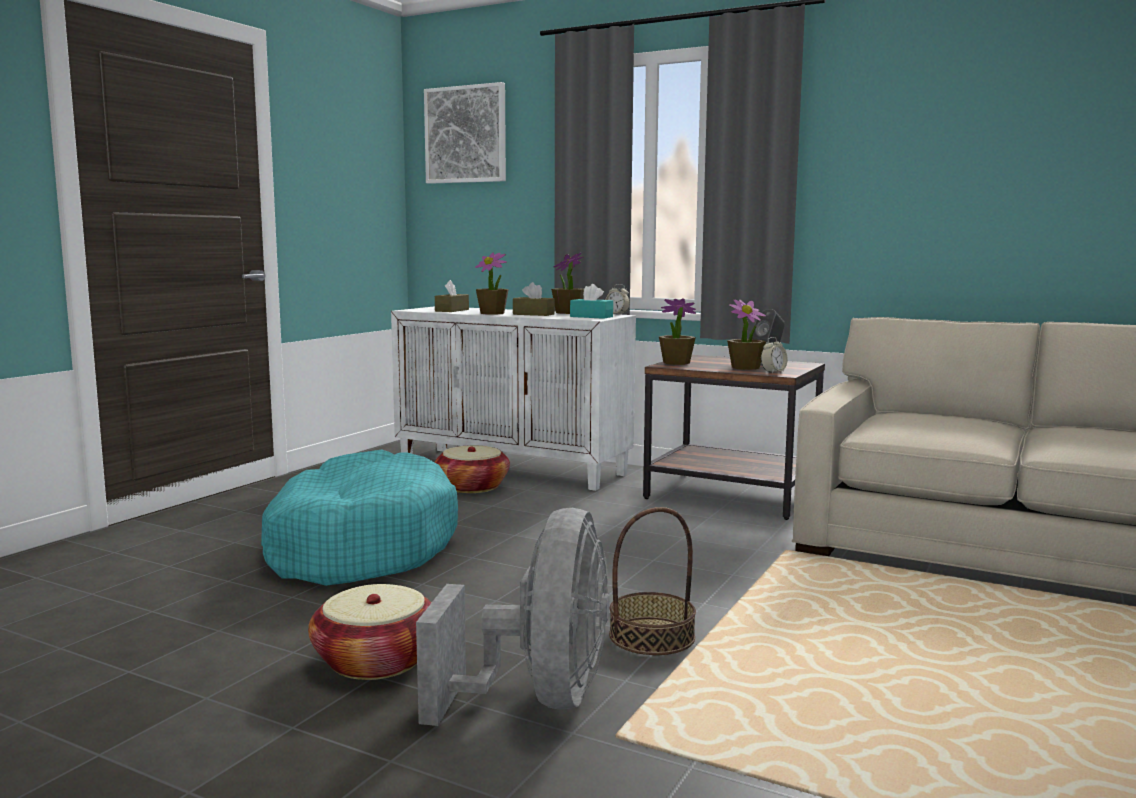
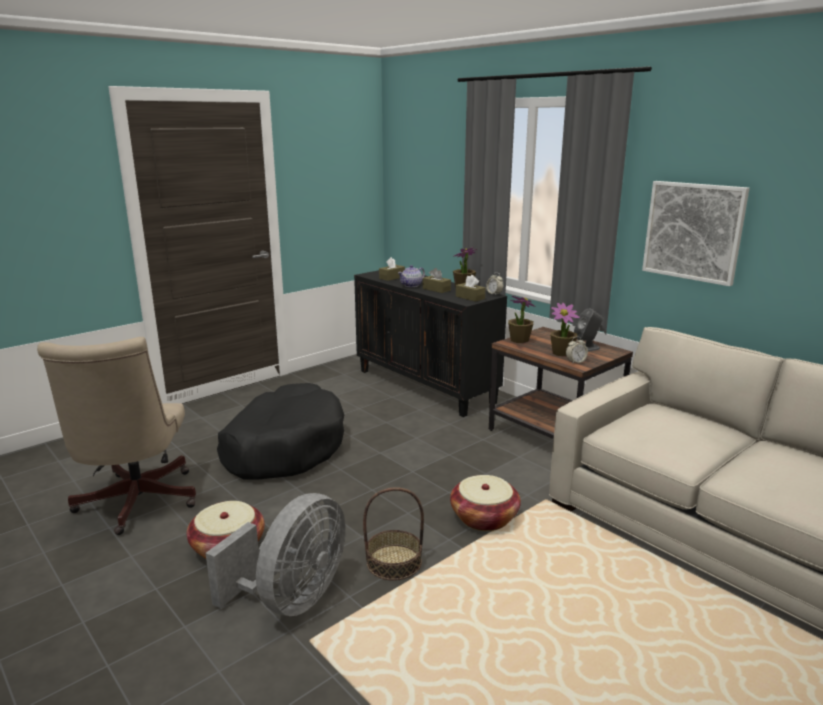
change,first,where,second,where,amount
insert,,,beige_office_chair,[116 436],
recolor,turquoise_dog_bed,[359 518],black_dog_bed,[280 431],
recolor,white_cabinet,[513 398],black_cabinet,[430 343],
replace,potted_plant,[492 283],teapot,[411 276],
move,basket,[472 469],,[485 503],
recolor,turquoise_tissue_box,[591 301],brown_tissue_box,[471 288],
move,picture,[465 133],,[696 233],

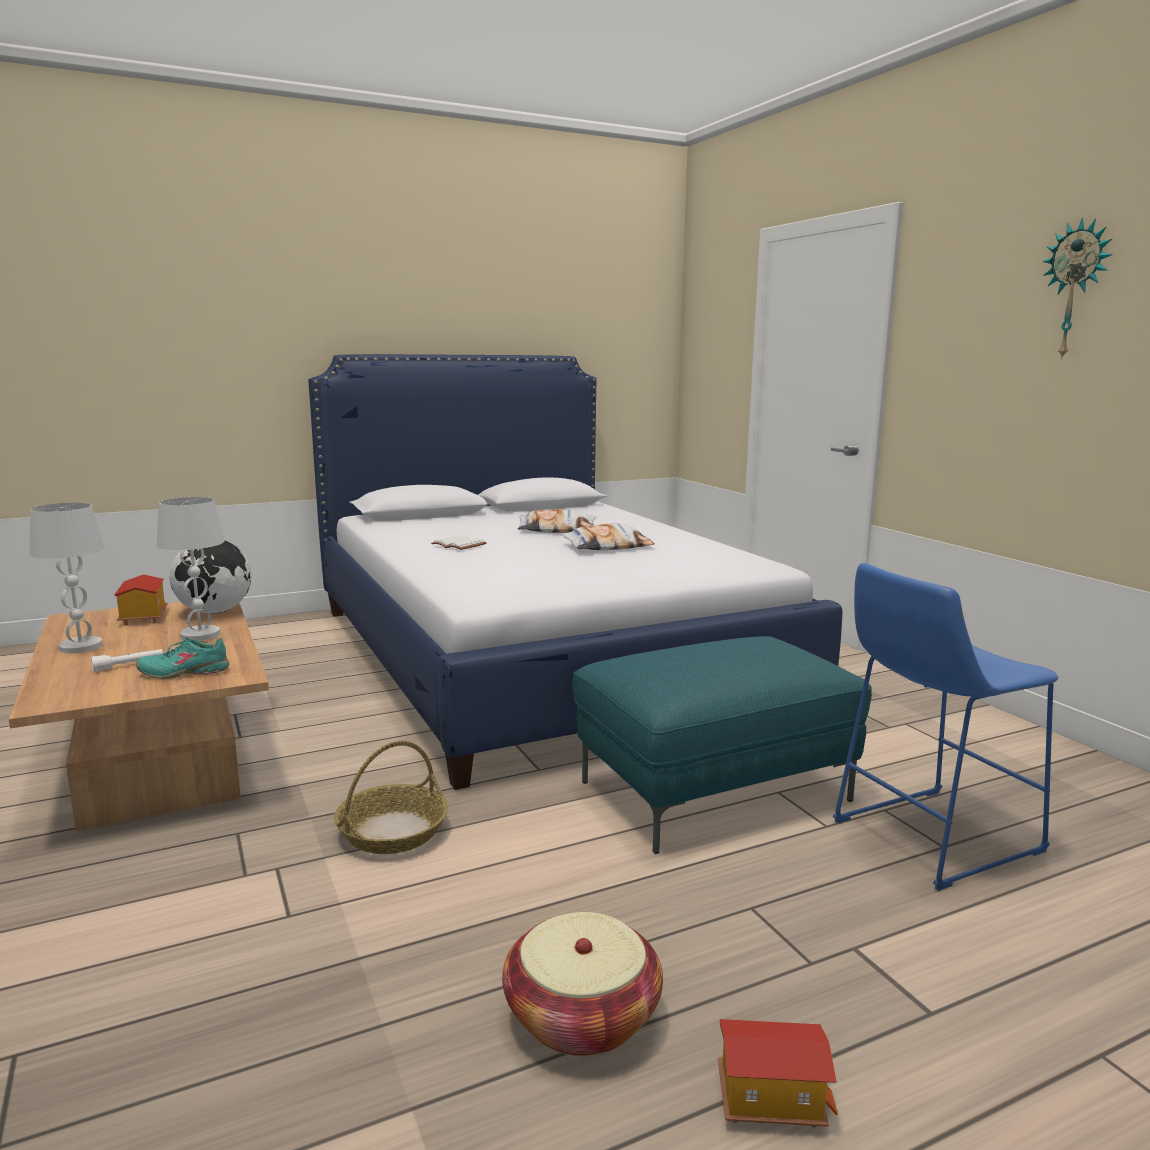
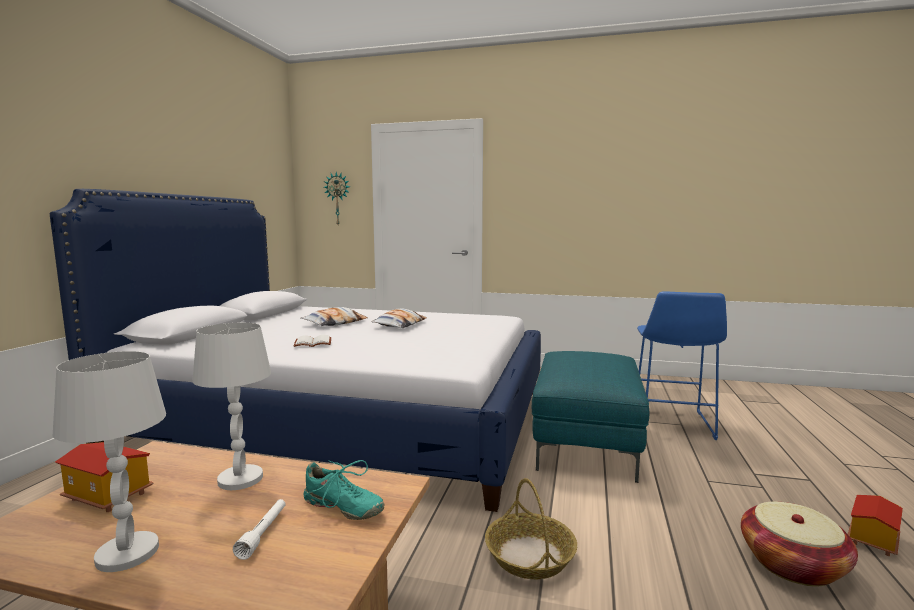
change,first,where,second,where,amount
rotate,turquoise_shoe,[183 658],,[343 490],90 degrees counterclockwise
move,wall_clock,[1077 288],,[337 198],
delete,globe,[210 577],,,

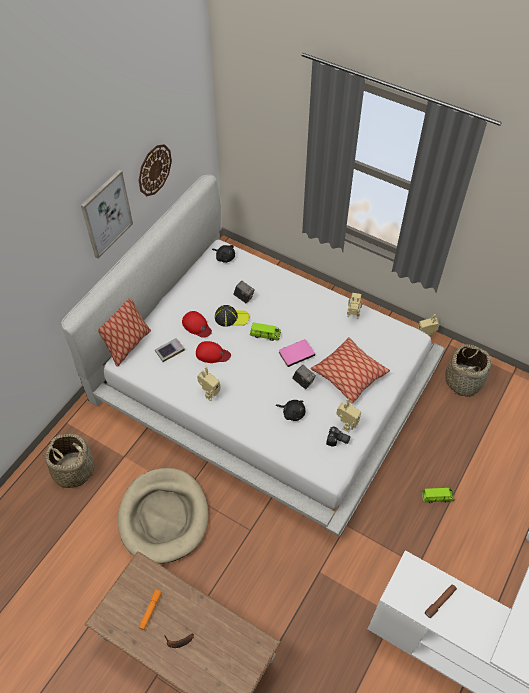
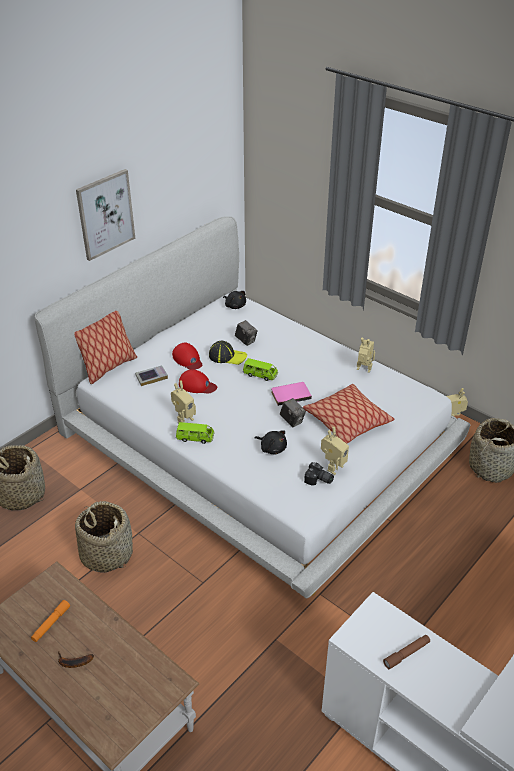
change,first,where,second,where,amount
replace,beige_dog_bed,[163 516],basket,[104 537],
move,green_toy_car,[438 495],,[195 433],
delete,wall_clock,[155 170],,,

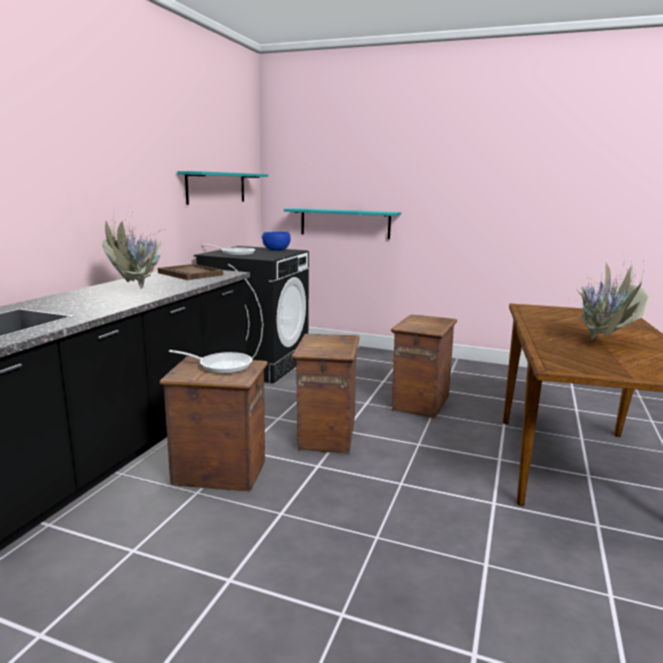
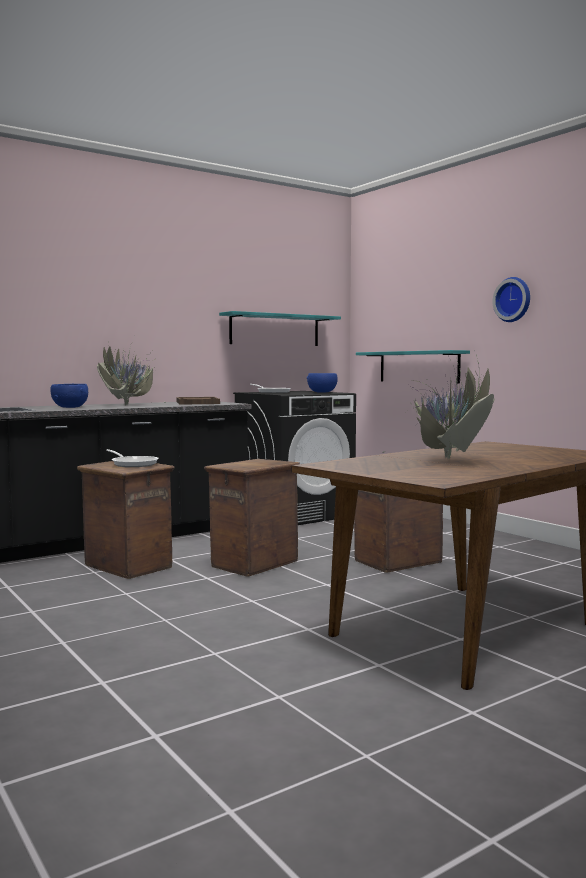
change,first,where,second,where,amount
insert,,,blue_bowl,[69 396],
insert,,,wall_clock,[511 299],

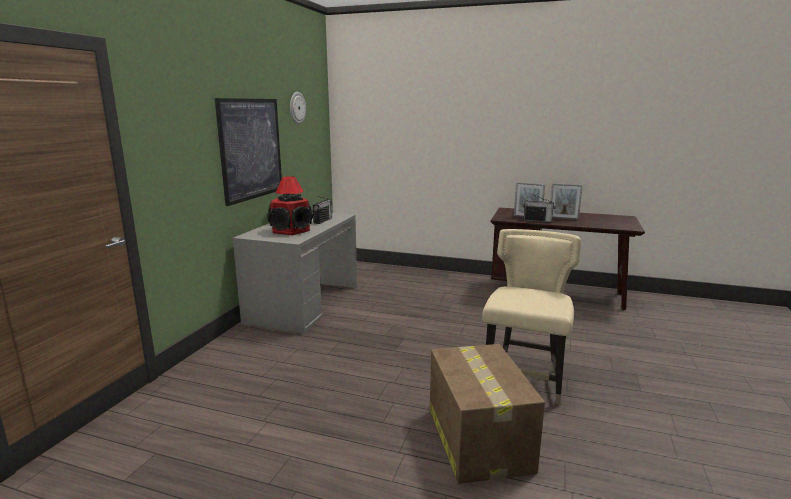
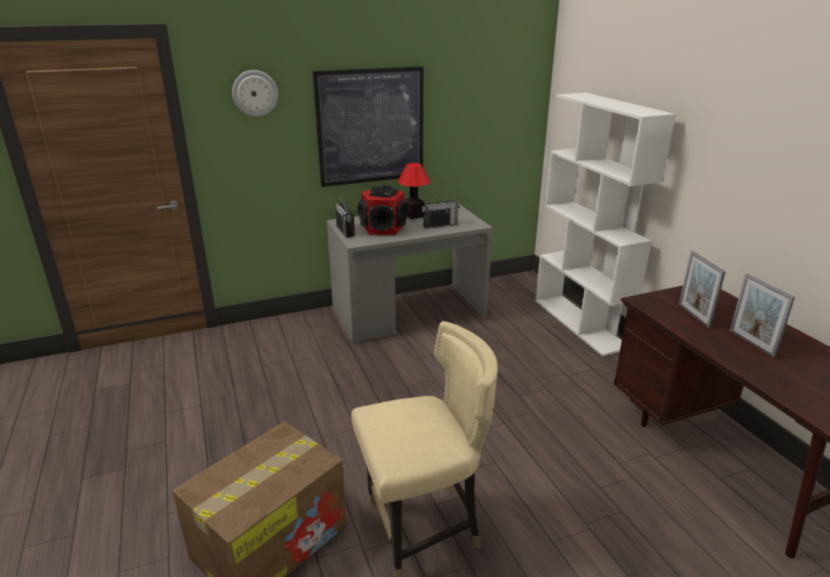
change,first,where,second,where,amount
move,wall_clock,[298 108],,[255 93],
move,radio,[539 208],,[345 216],
insert,,,white_bookcase,[605 224],

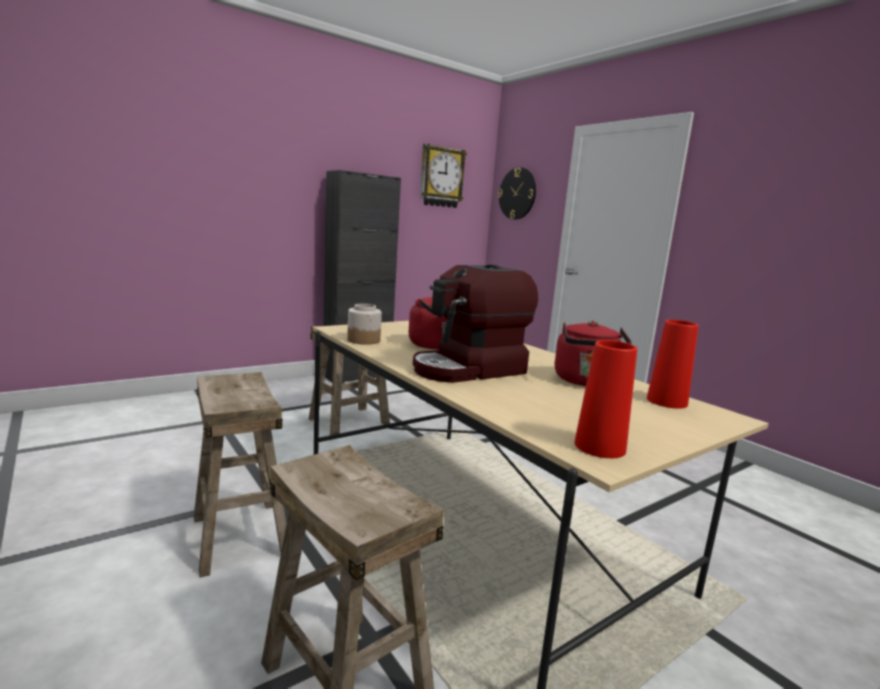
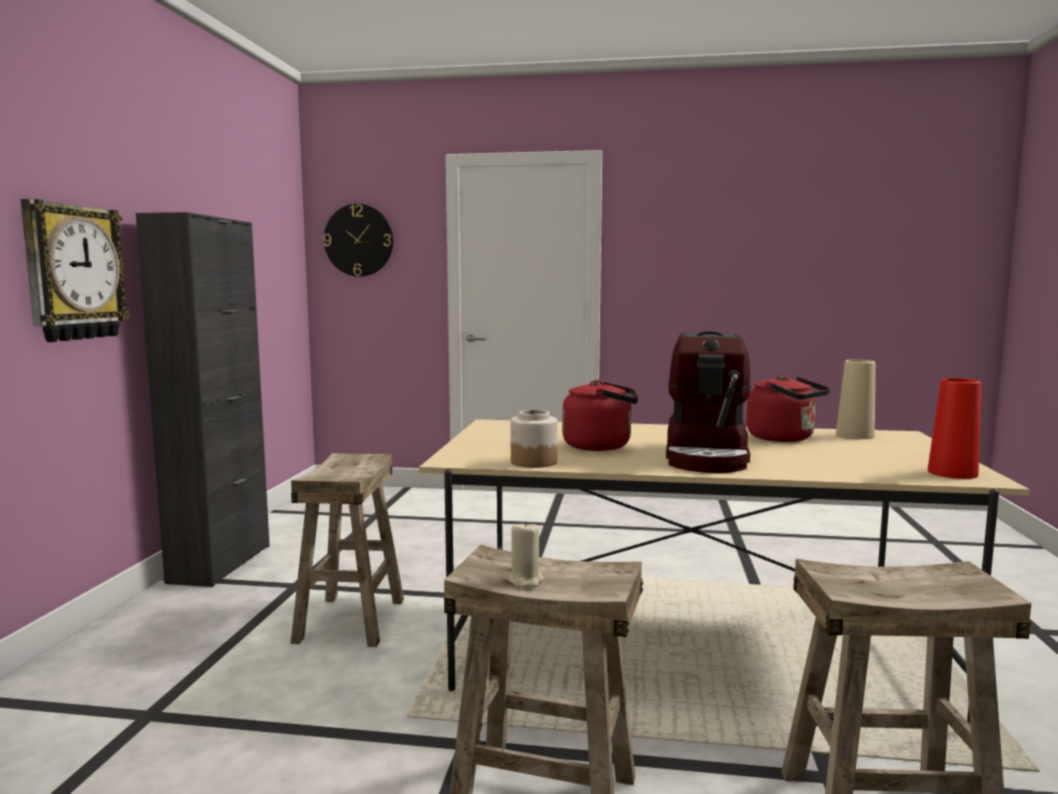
change,first,where,second,where,amount
move,wall_clock,[443 176],,[75 270],
insert,,,beige_candle,[525 554],
recolor,red_vase,[673 364],beige_vase,[855 399],

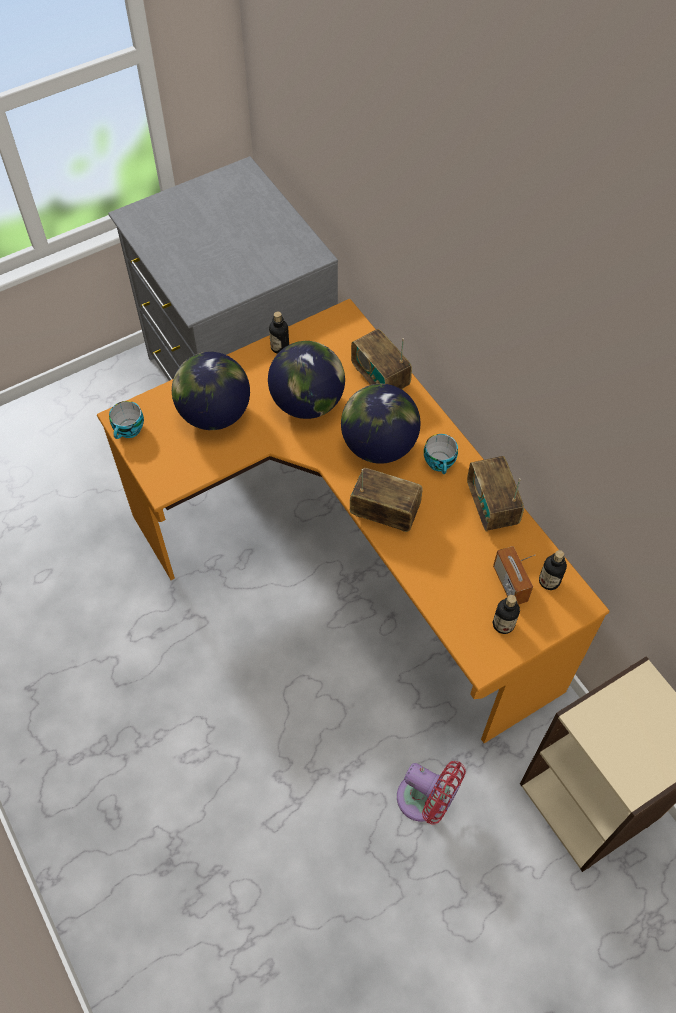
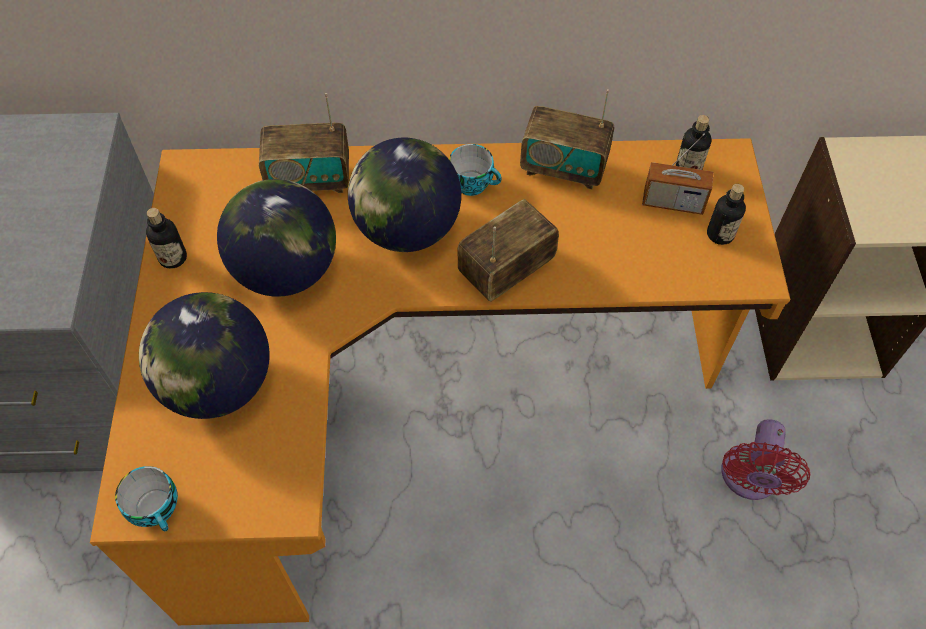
change,first,where,second,where,amount
rotate,red_fan,[431 793],,[765 459],135 degrees clockwise

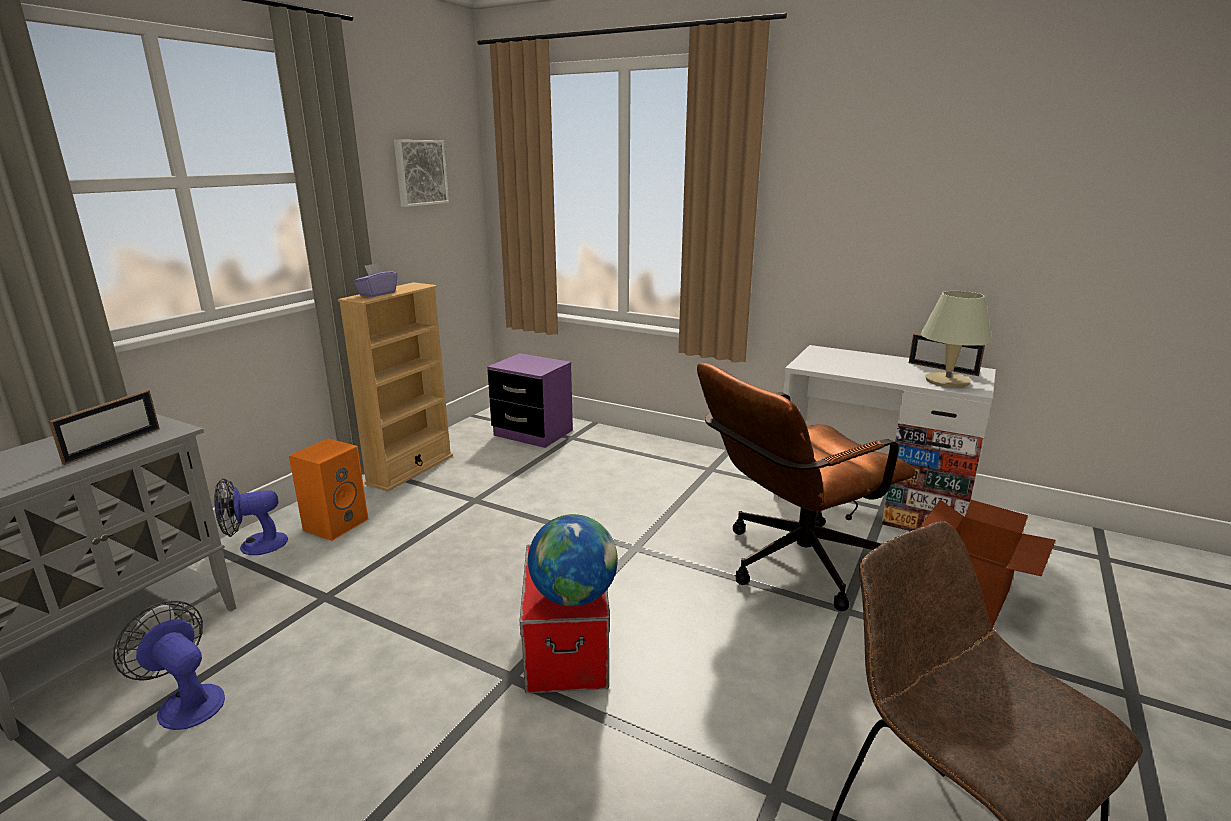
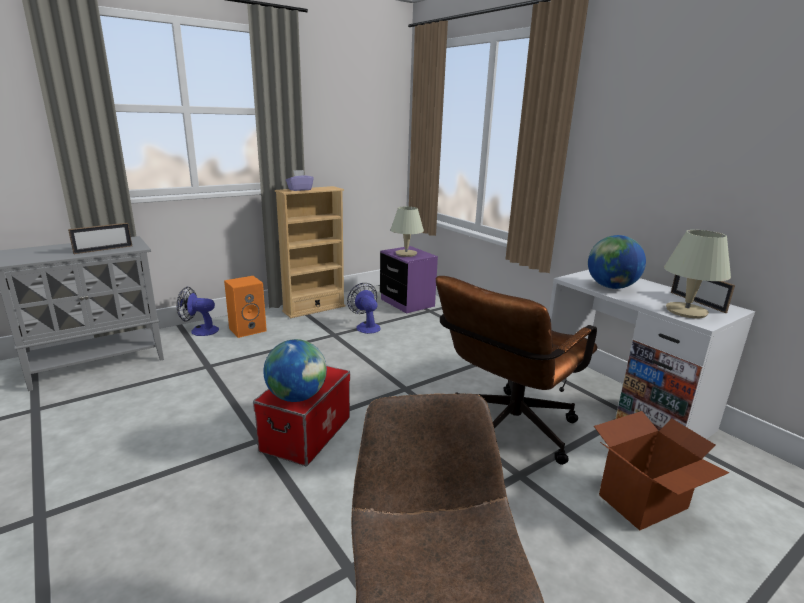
change,first,where,second,where,amount
move,fan,[169 665],,[364 308],
insert,,,beige_table_lamp,[407 231],
rotate,brown_office_chair,[806 487],,[517 370],45 degrees counterclockwise
insert,,,globe,[617 262],
delete,picture,[421 173],,,

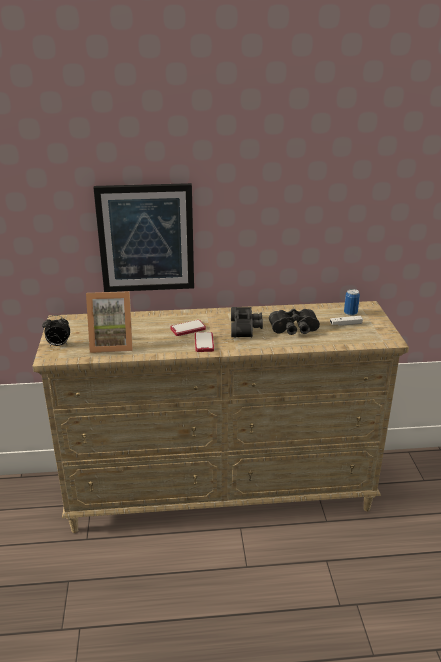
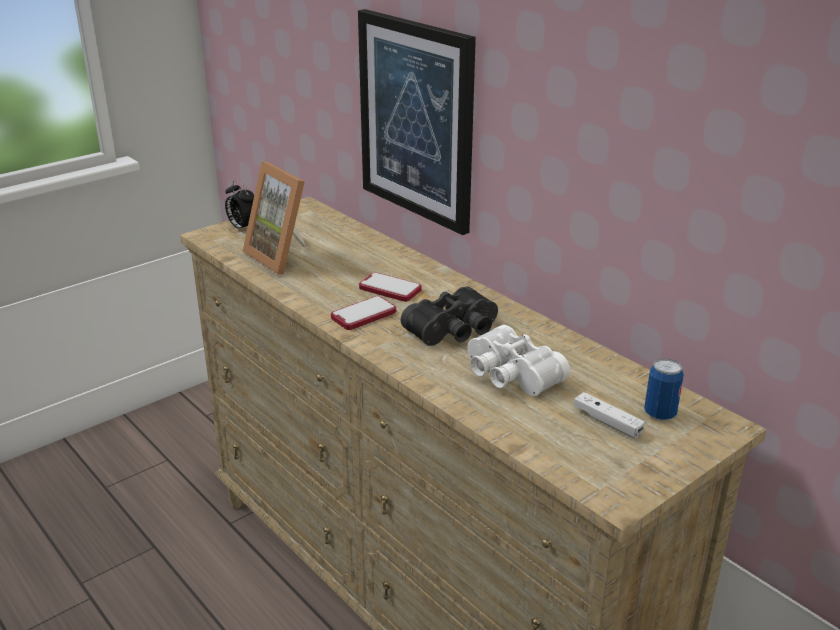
change,first,where,second,where,amount
recolor,black_binoculars,[294 322],white_binoculars,[519 360],

